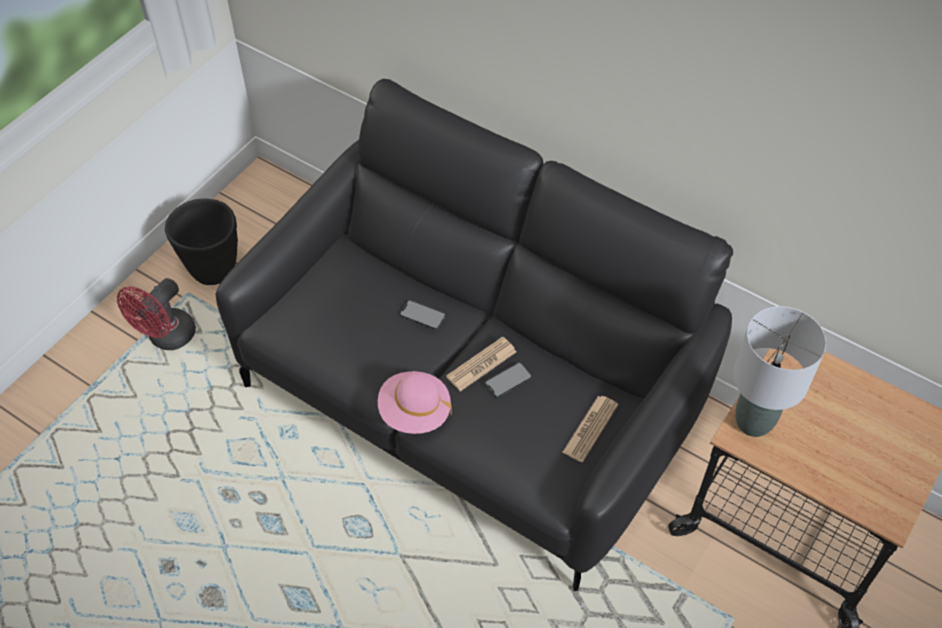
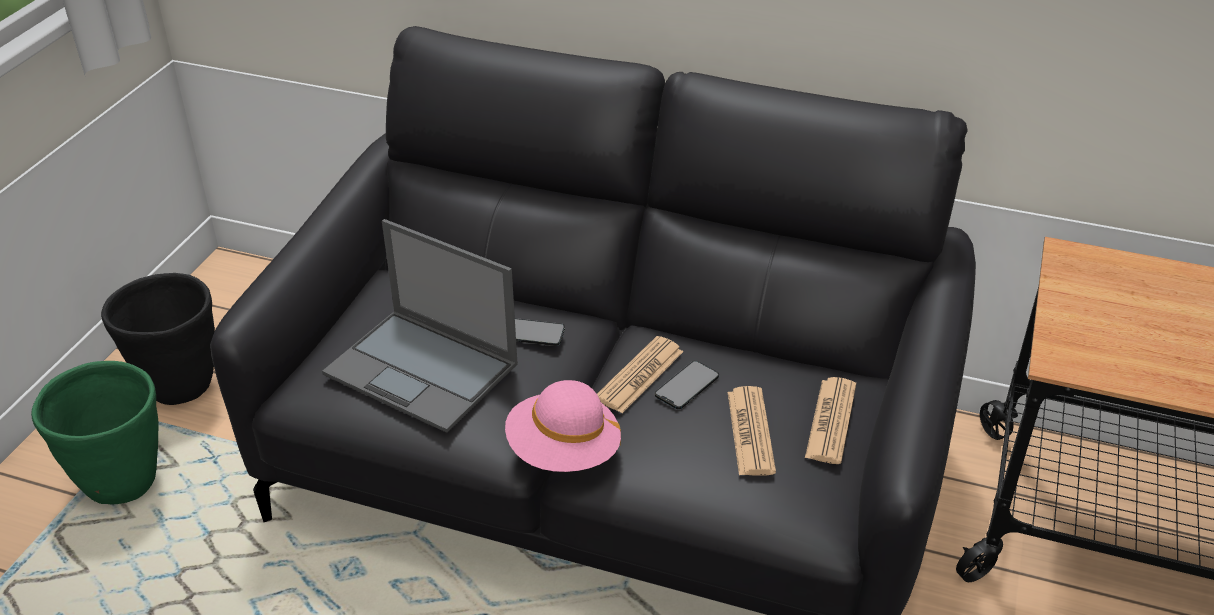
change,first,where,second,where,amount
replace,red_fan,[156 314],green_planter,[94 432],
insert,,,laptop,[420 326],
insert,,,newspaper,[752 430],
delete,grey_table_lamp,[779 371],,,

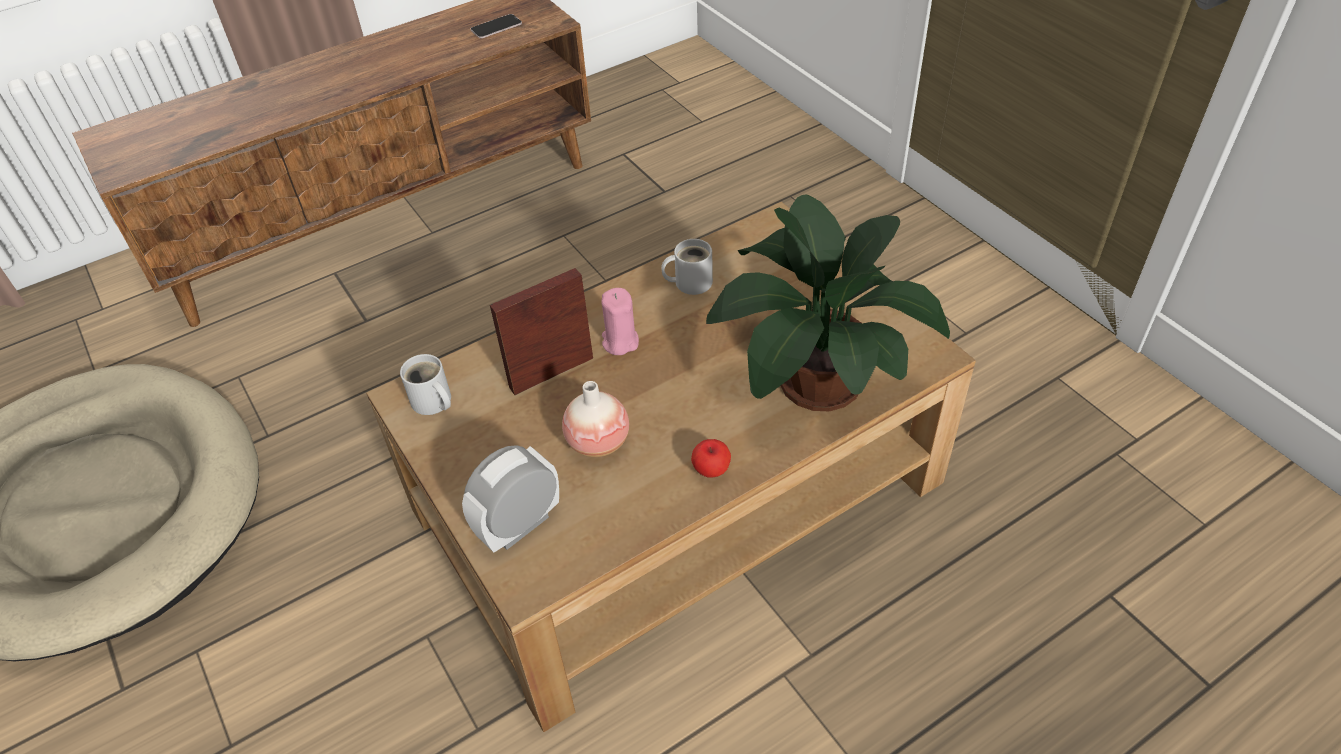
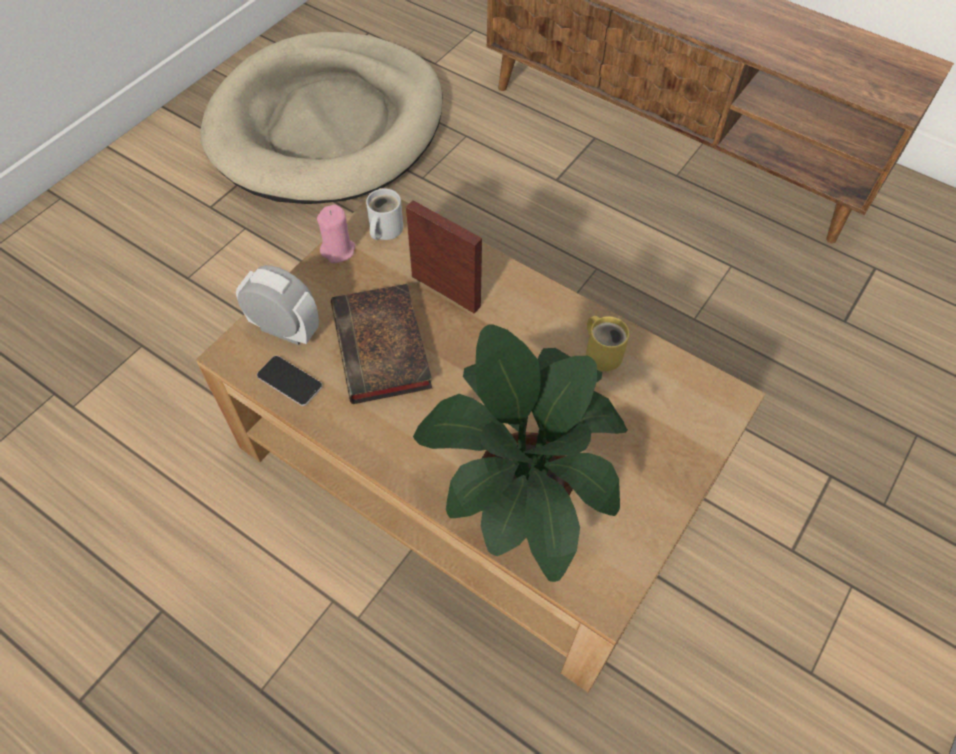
change,first,where,second,where,amount
move,phone,[496 26],,[290 381],
move,pink_candle,[620 321],,[336 234],
replace,vase,[595 419],book,[381 344],
recolor,white_mug,[687 267],yellow_mug,[607 343],
delete,apple,[711 458],,,

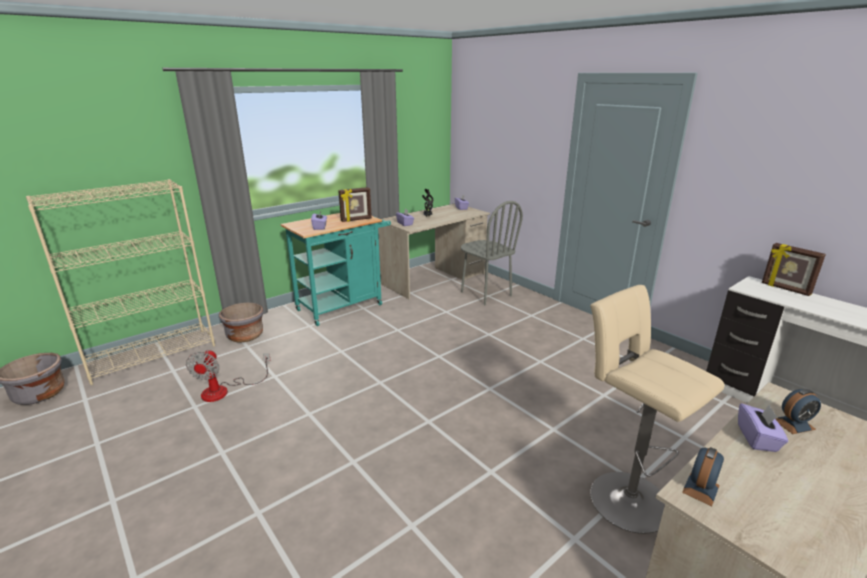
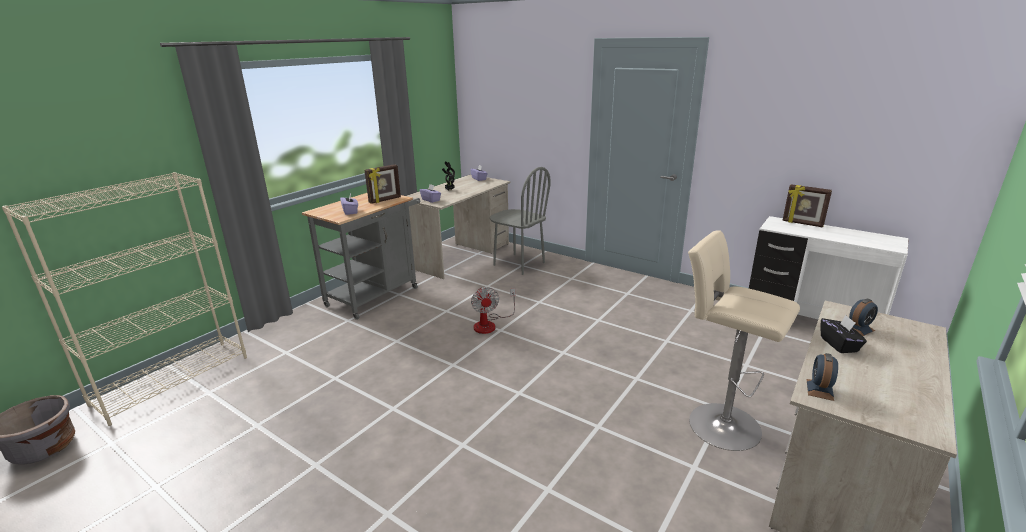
change,first,where,second,where,amount
recolor,turquoise_cart,[335 269],grey_cart,[361 256],
move,fan,[228 376],,[493 310],
recolor,purple_tissue_box,[763 427],black_tissue_box,[843 334],
delete,grey_planter,[241 323],,,

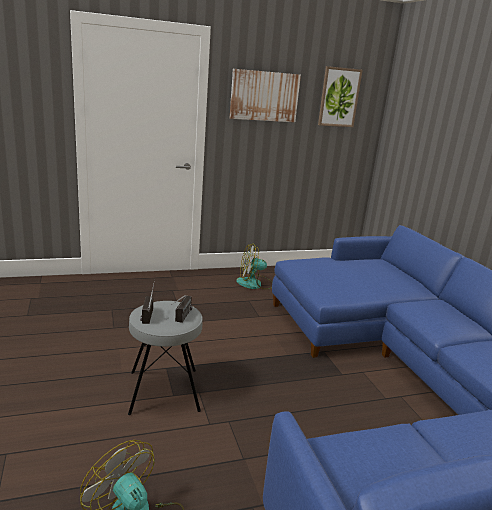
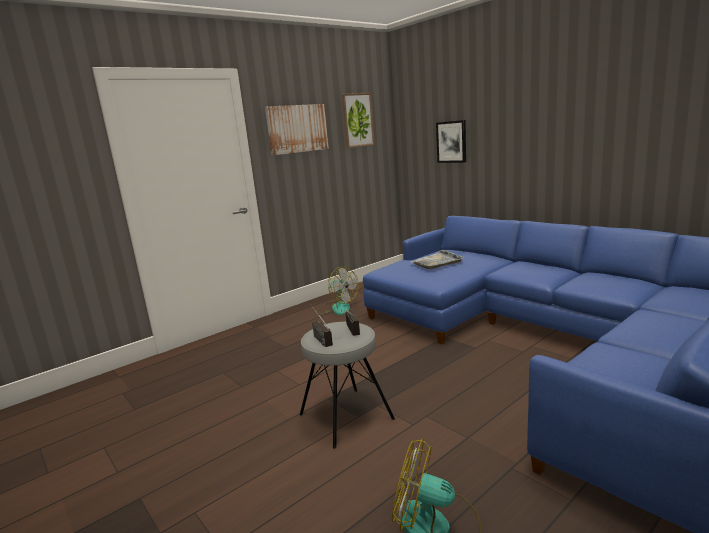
change,first,where,second,where,amount
rotate,fan,[254 266],,[337 290],105 degrees counterclockwise
insert,,,grey_tray,[437 259],
insert,,,picture,[451 141],

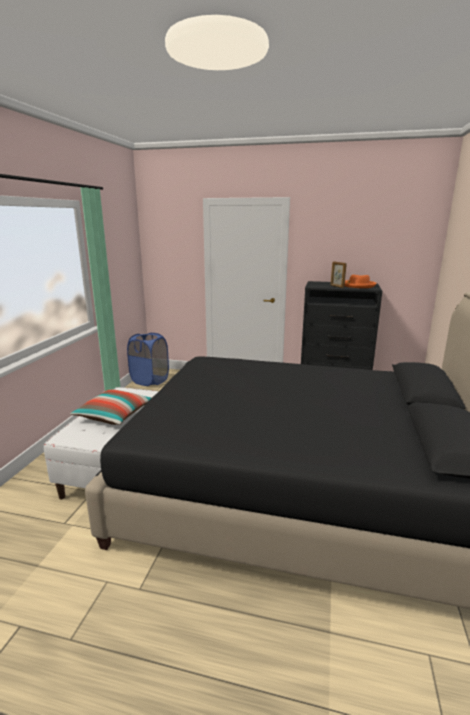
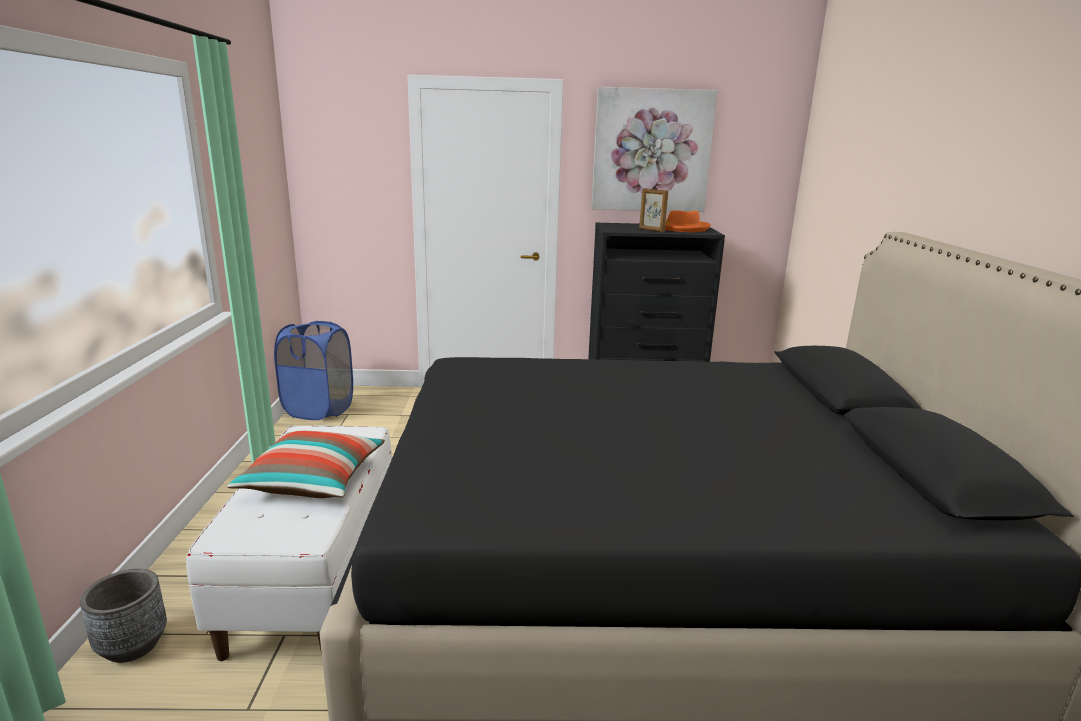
change,first,where,second,where,amount
insert,,,grey_planter,[123 616],
insert,,,picture,[654 149],

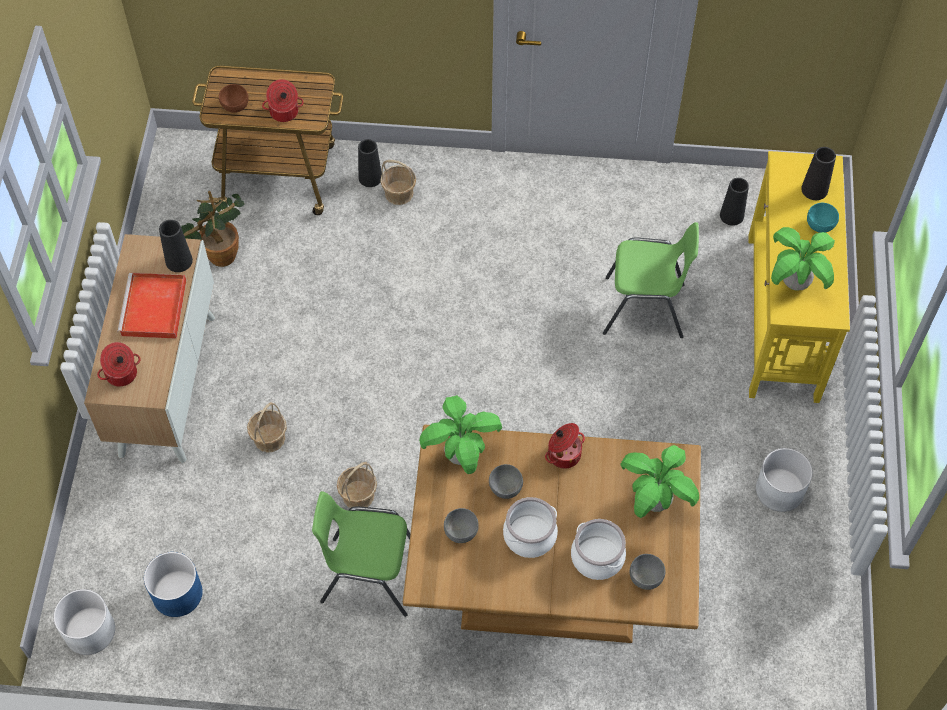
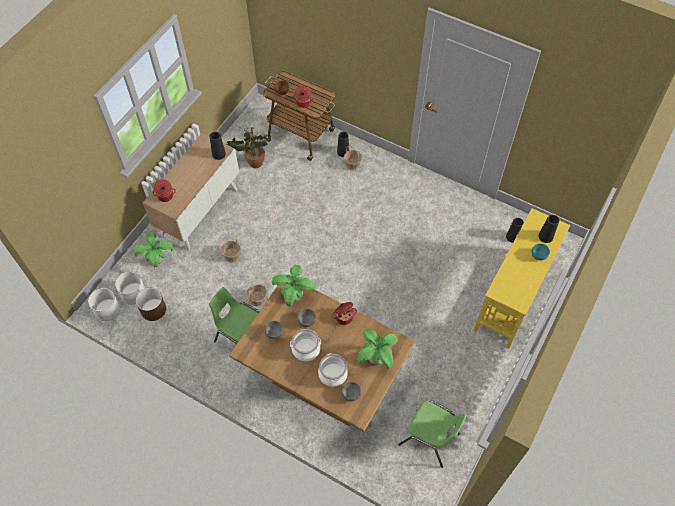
change,first,where,second,where,amount
move,white_planter,[784 480],,[130 288],
move,potted_plant,[803 259],,[153 249],
recolor,blue_planter,[173 584],brown_planter,[151 304],
move,green_chair,[651 280],,[432 434],
delete,red_tray,[151 306],,,

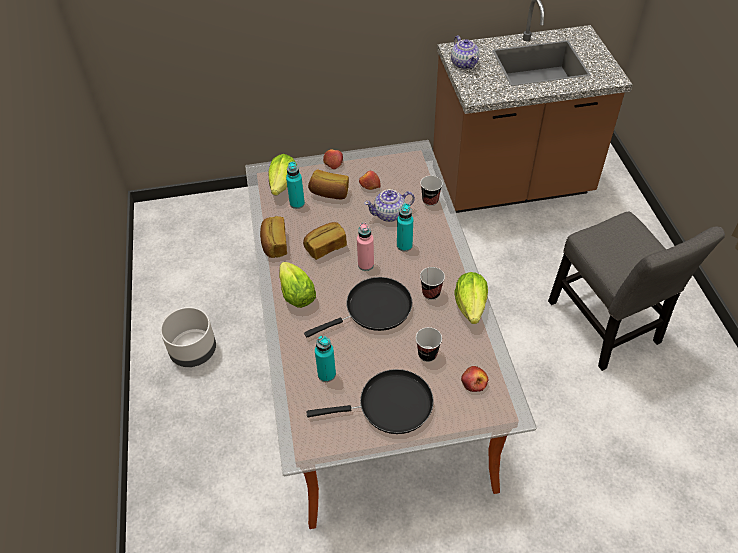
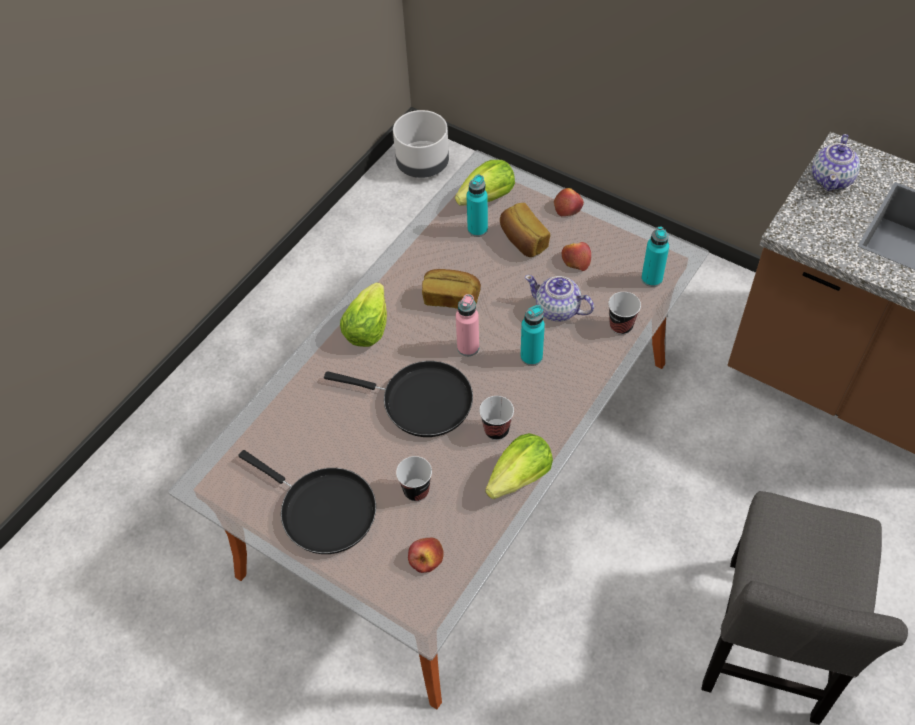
change,first,where,second,where,amount
move,grey_planter,[188 337],,[421 144],
move,turquoise_bottle,[325 359],,[655 257],
delete,bread,[273 237],,,

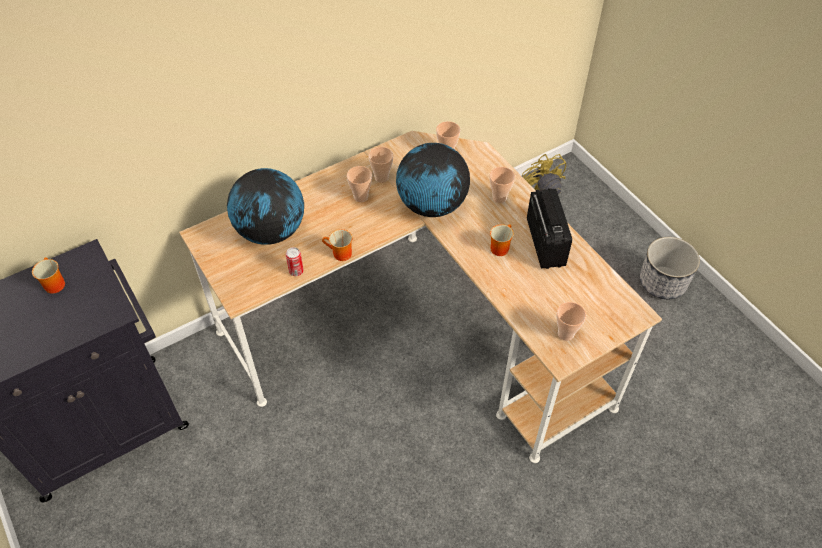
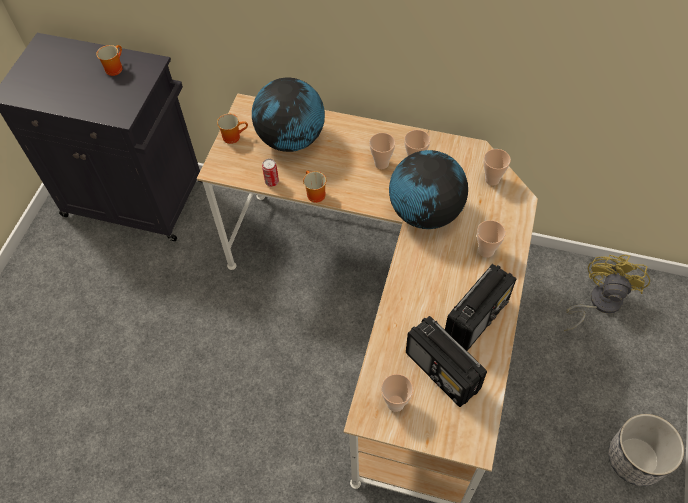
change,first,where,second,where,amount
move,mug,[502 240],,[232 129],
insert,,,radio,[446 361],

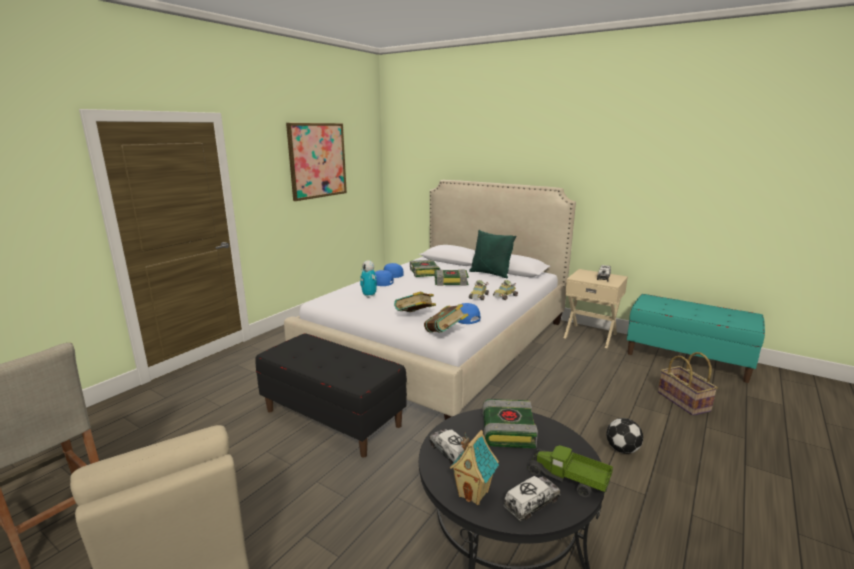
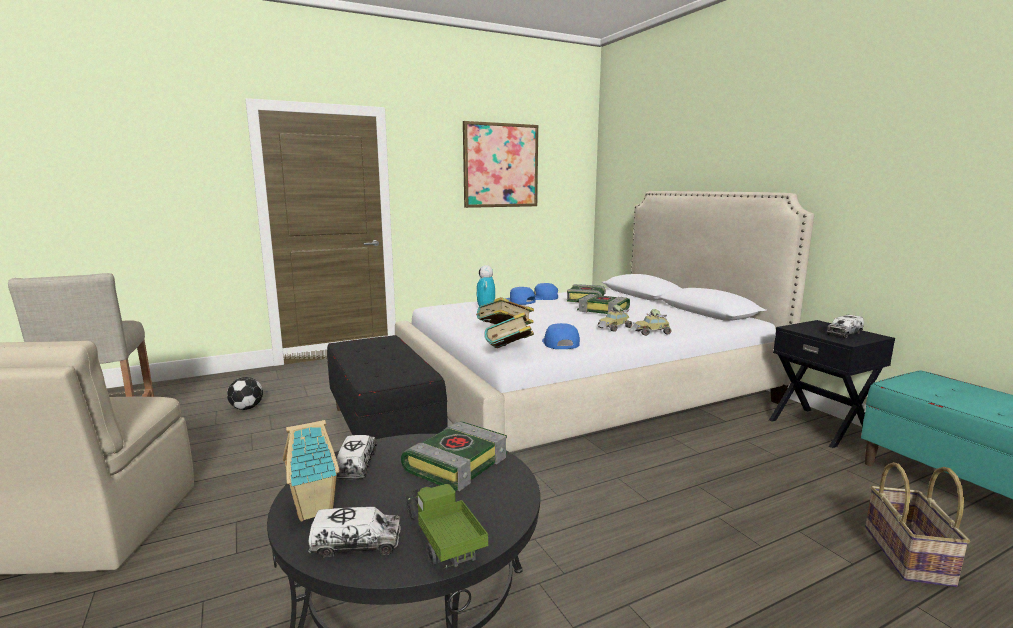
change,first,where,second,where,amount
move,football,[624 436],,[245 393],
recolor,beige_nightstand,[596 308],black_nightstand,[832 384],
delete,green_pillow,[492 254],,,

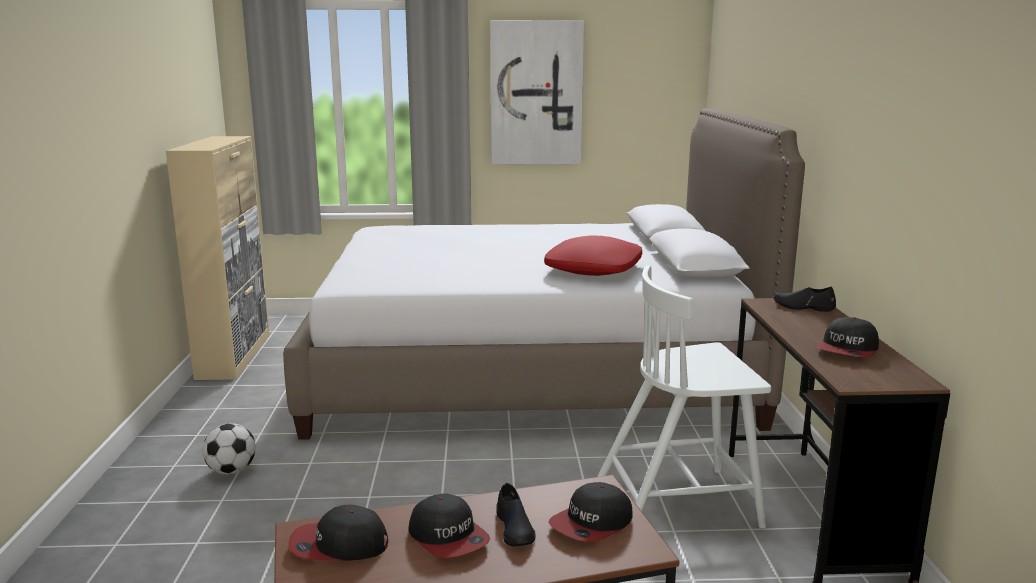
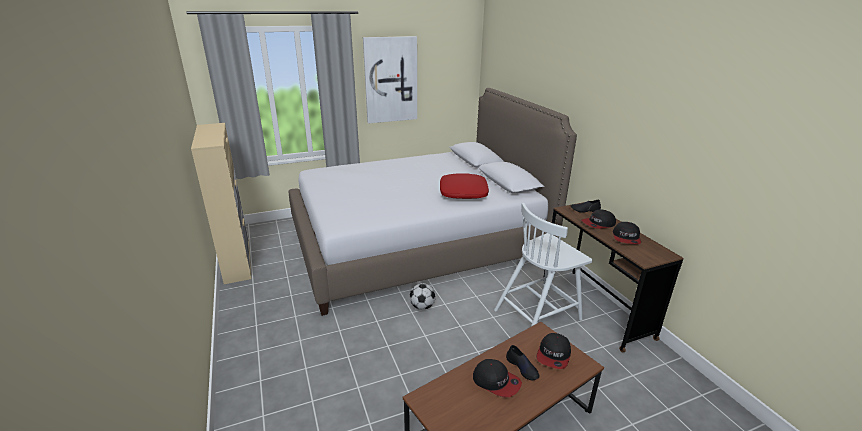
change,first,where,second,where,amount
move,football,[229 448],,[423 296],
move,cap,[338 533],,[598 219],

